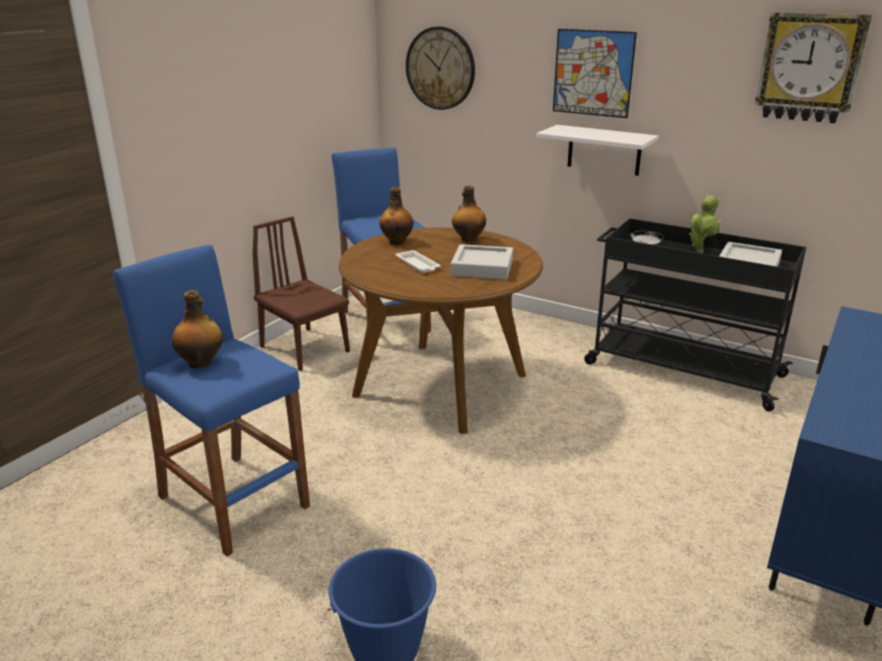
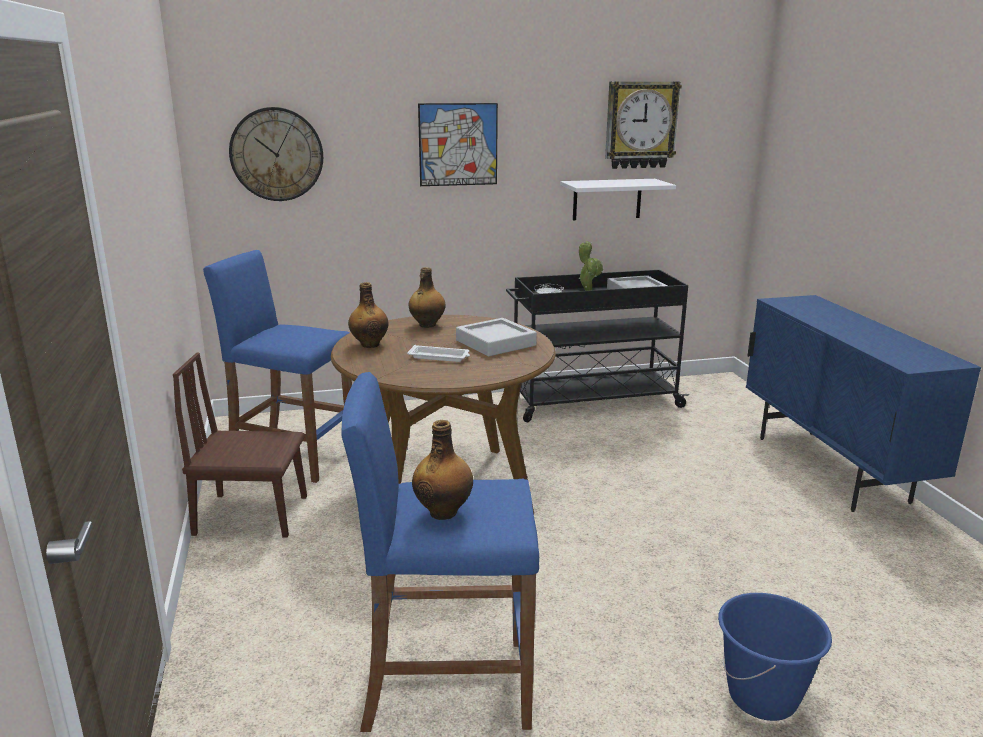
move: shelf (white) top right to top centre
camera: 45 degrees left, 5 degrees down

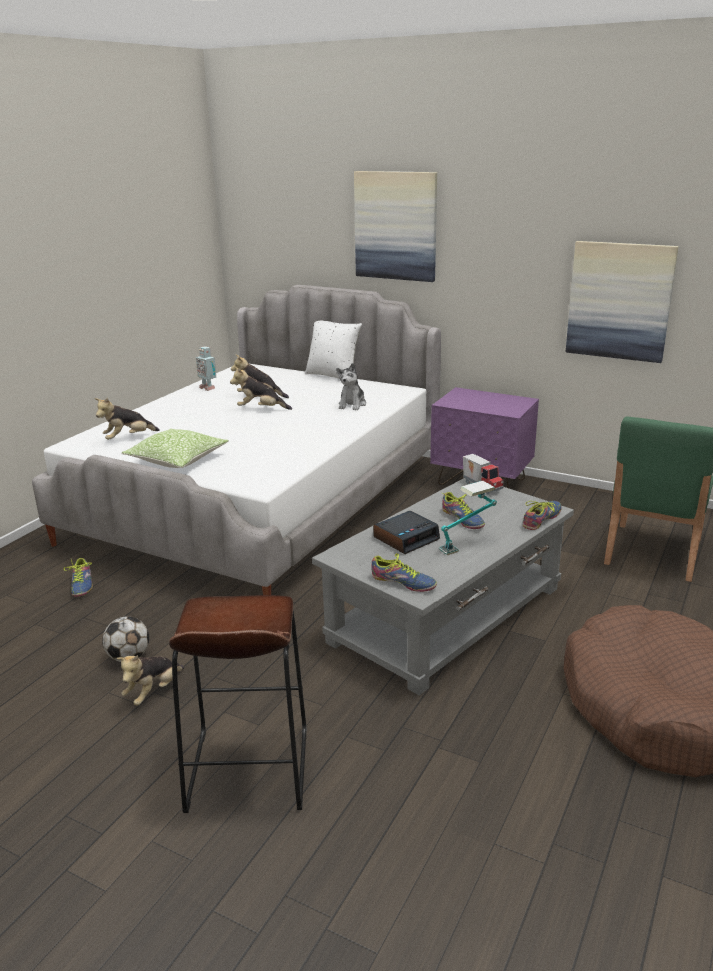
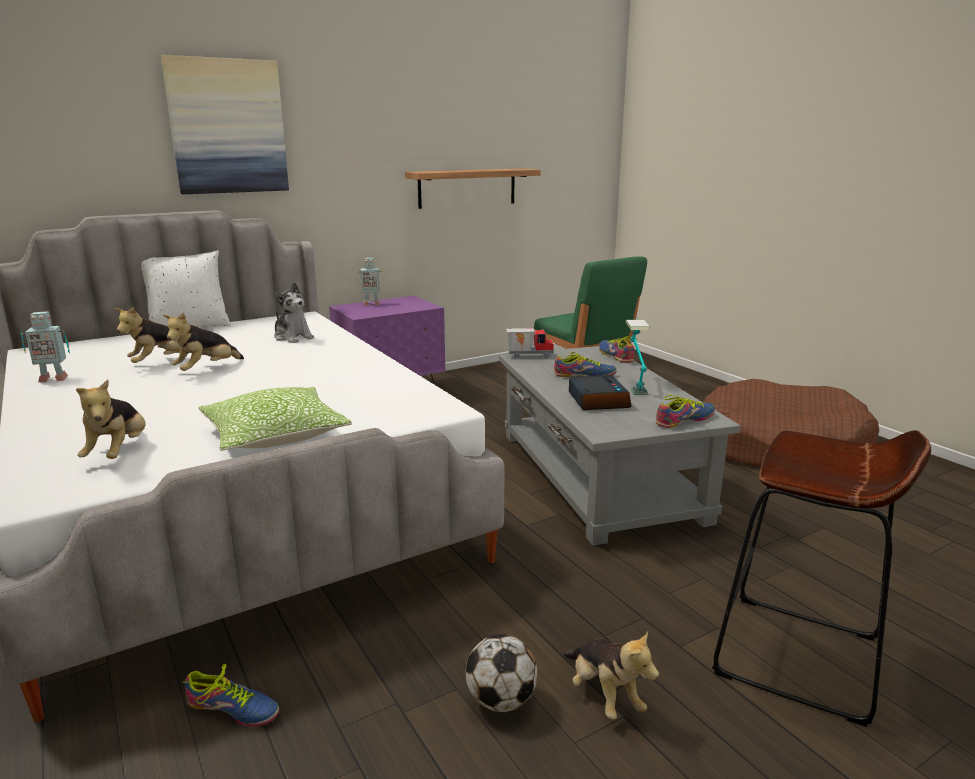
insert: toy robot (2nd from left) centre
replace: picture (2nd from left) top right to shelf top centre
camera: 60 degrees left, 5 degrees down

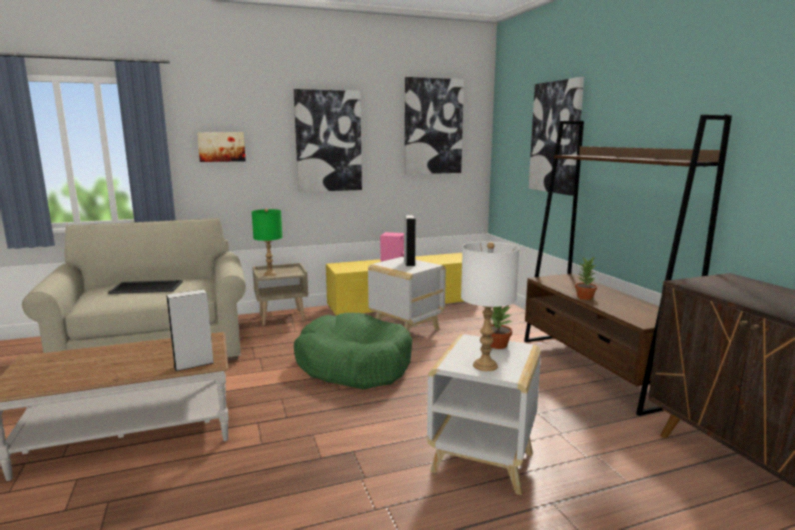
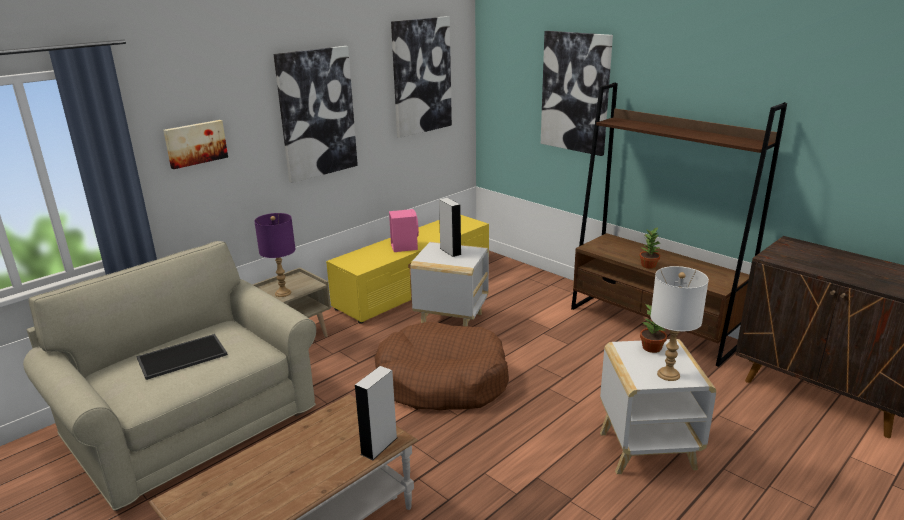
recolor: table lamp (green) centre to table lamp (purple) middle left; dog bed (green) centre to dog bed (brown) bottom centre
camera: 25 degrees left, 10 degrees up

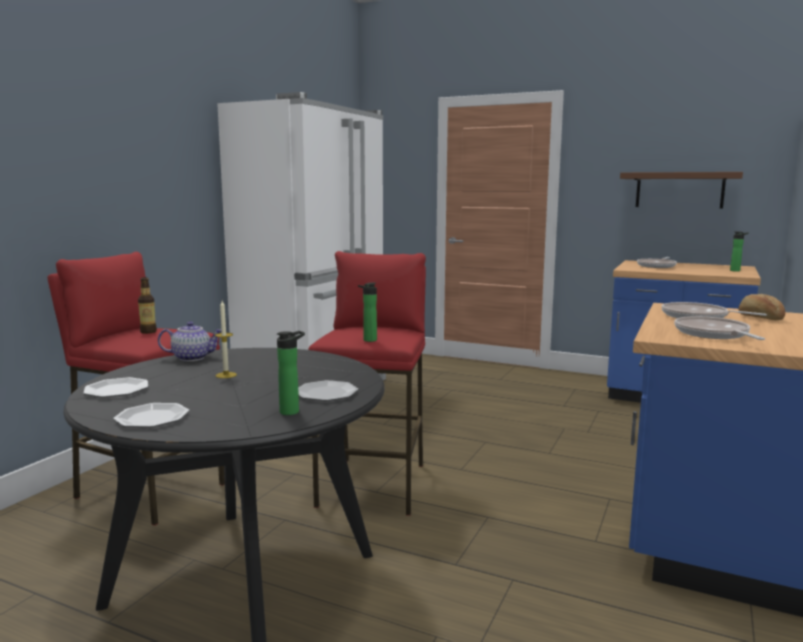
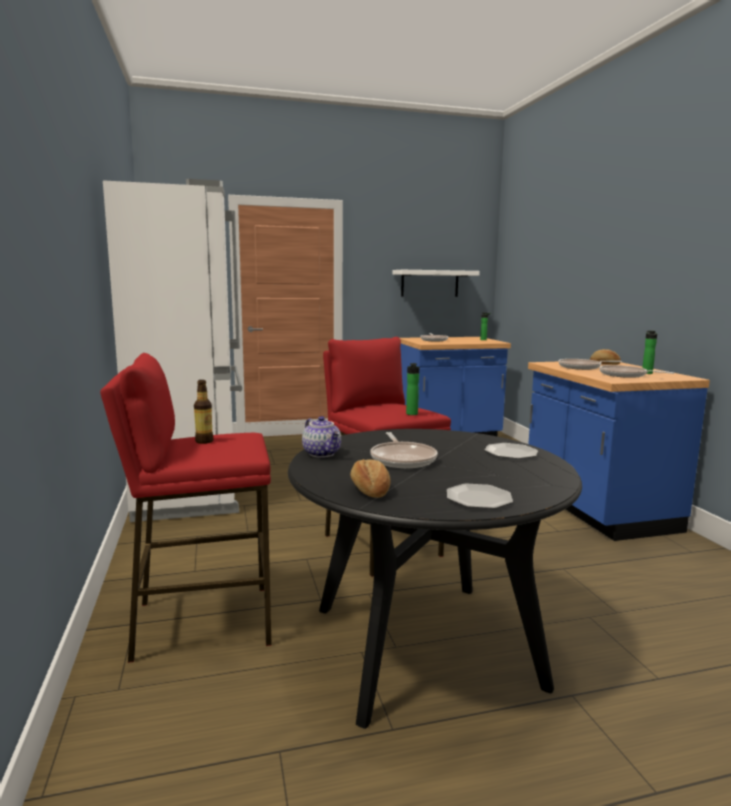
move: bottle (2nd from left in the first image) centre to bottle (4th from left) middle right
replace: plate (1st from left) middle left to bread (1st from left) centre; candle middle left to frying pan (1st from left) centre
recolor: shelf (brown) top right to shelf (white) centre
rotate: teapot middle left = centre 105 degrees clockwise
camera: 40 degrees left, 0 degrees up

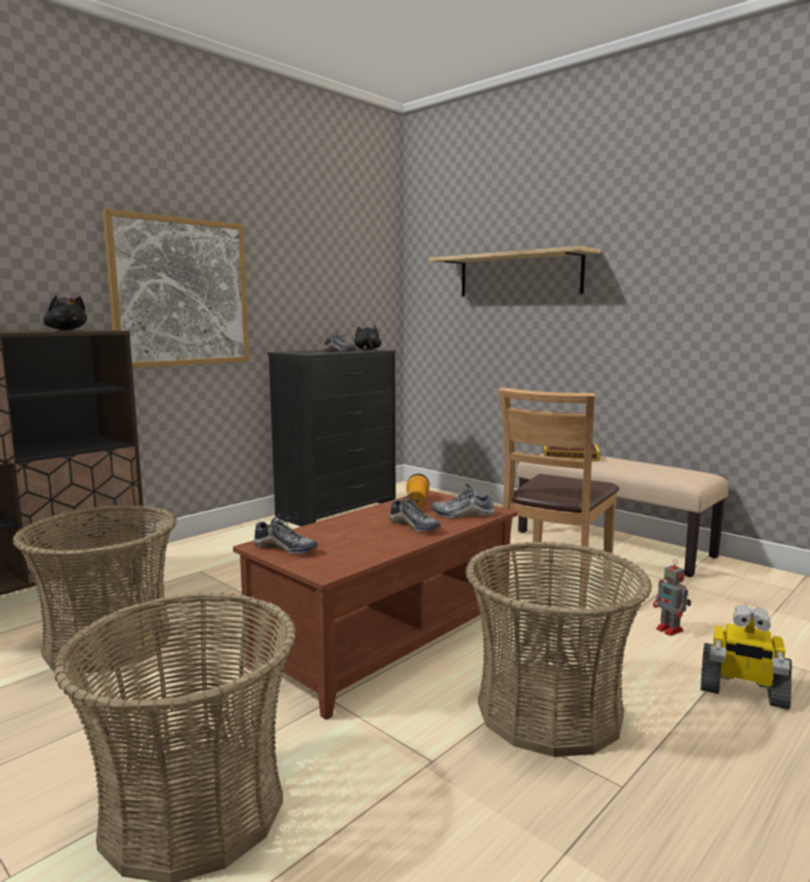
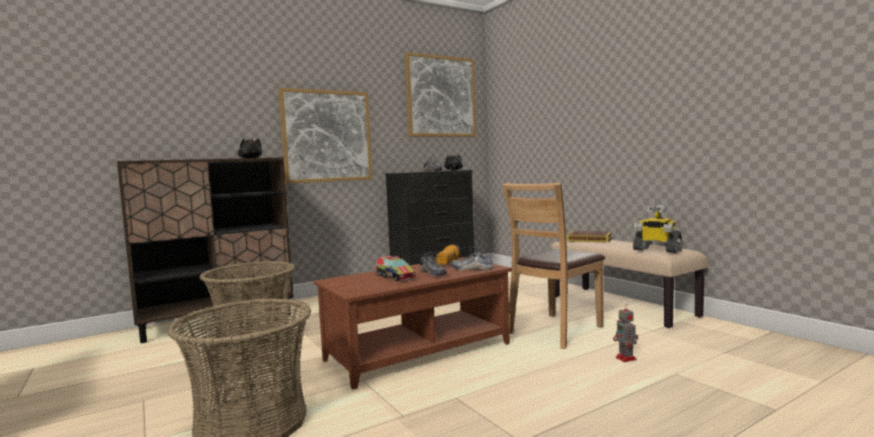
delete: shoe (1st from left) centre; shelf top centre; basket (3rd from left) bottom right
insert: toy truck centre; picture (2nd from left) top centre
move: toy robot (2nd from left) bottom right to middle right
camera: 15 degrees right, 5 degrees down

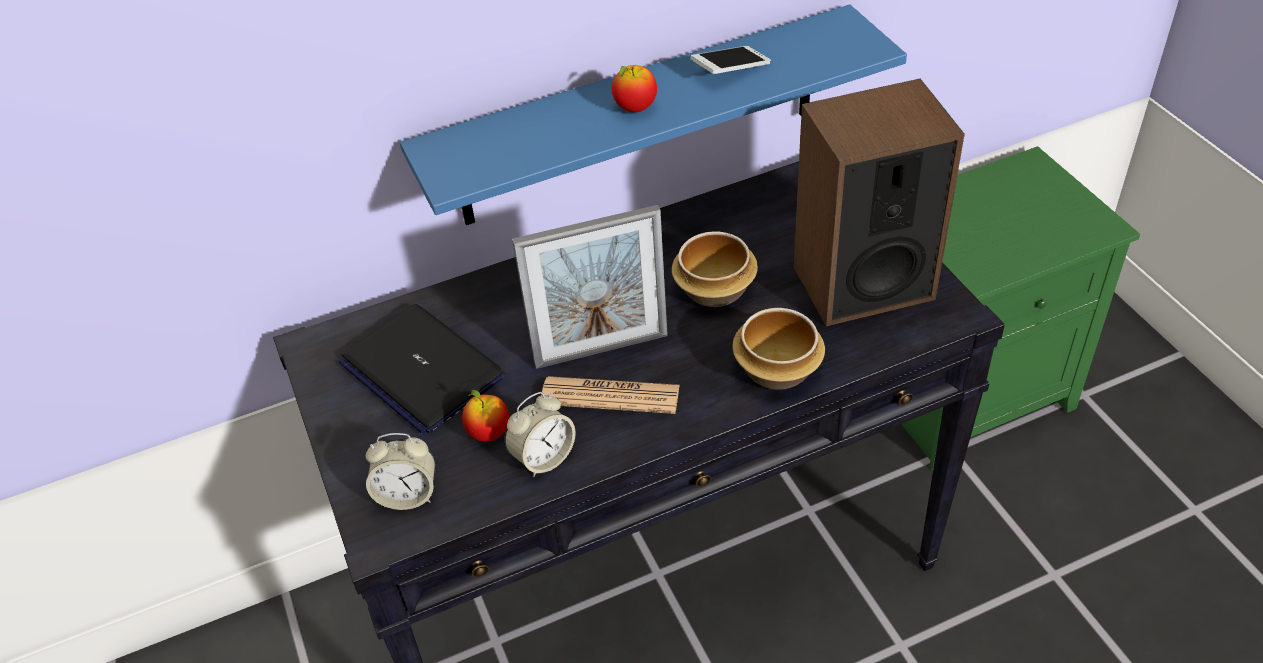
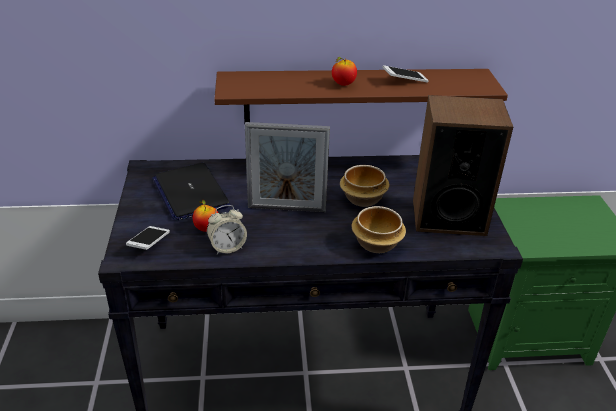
delete: newspaper centre
replace: alarm clock (1st from left) bottom left to phone (1st from left) middle left
recolor: shelf (blue) top centre to shelf (brown) top centre
camera: 15 degrees right, 10 degrees down

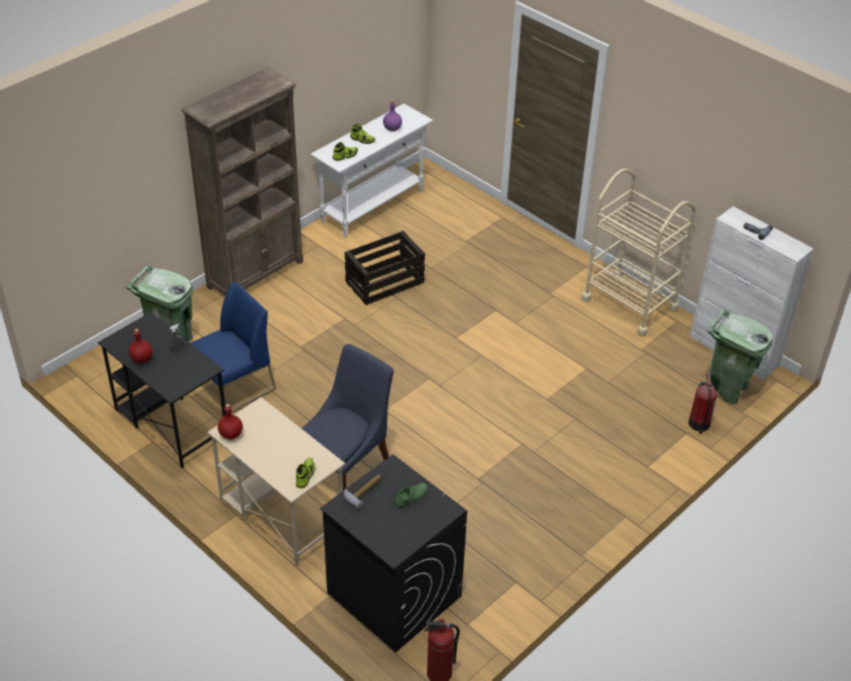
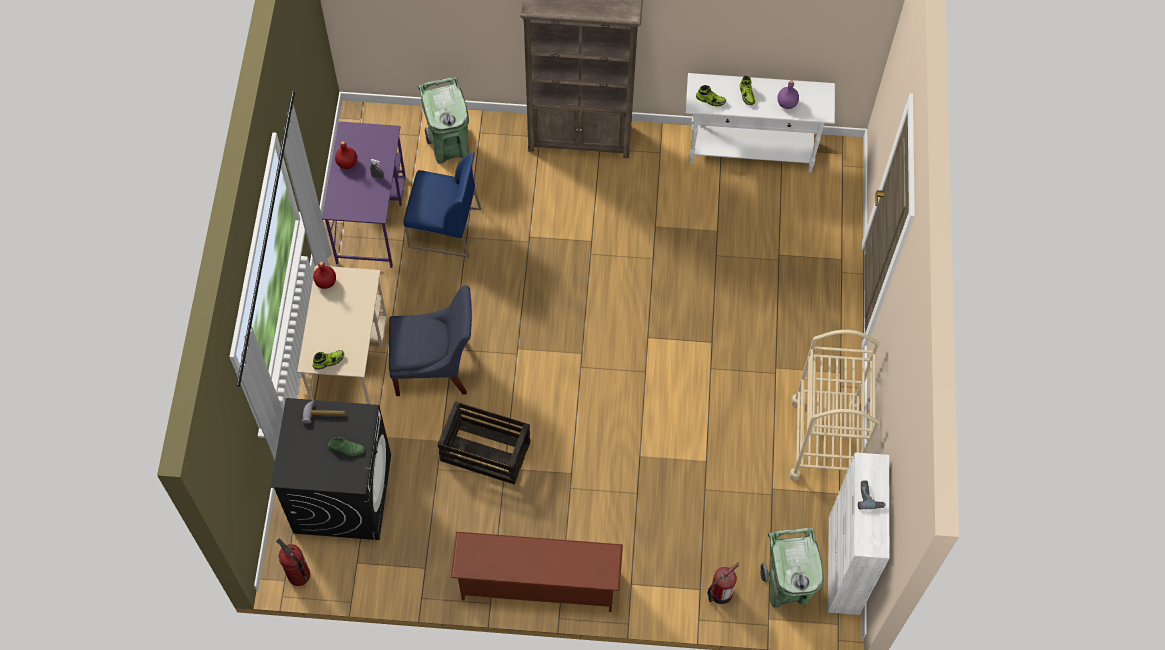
insert: shoe rack (brown) bottom centre
move: crate centre to bottom centre
recolor: desk (black) middle left to desk (purple) top left
camera: 50 degrees right, 20 degrees up

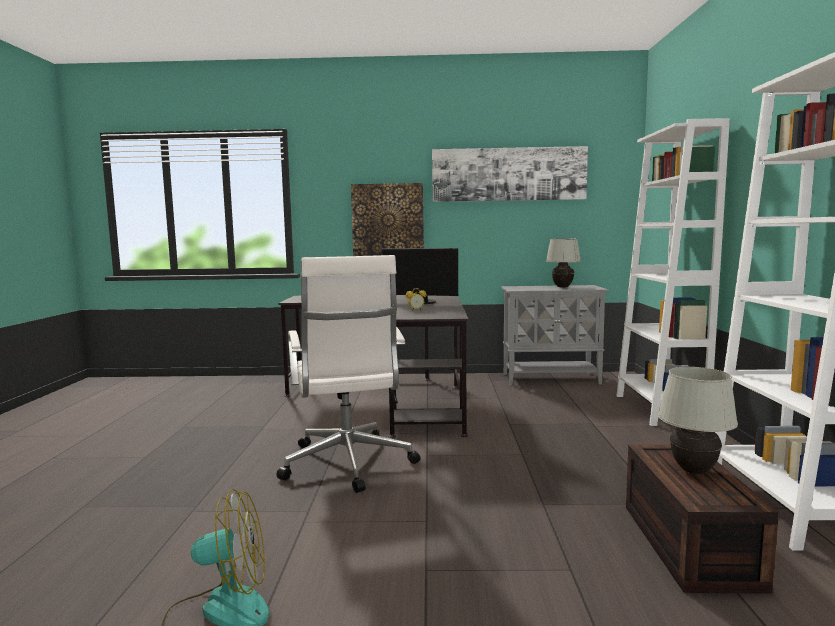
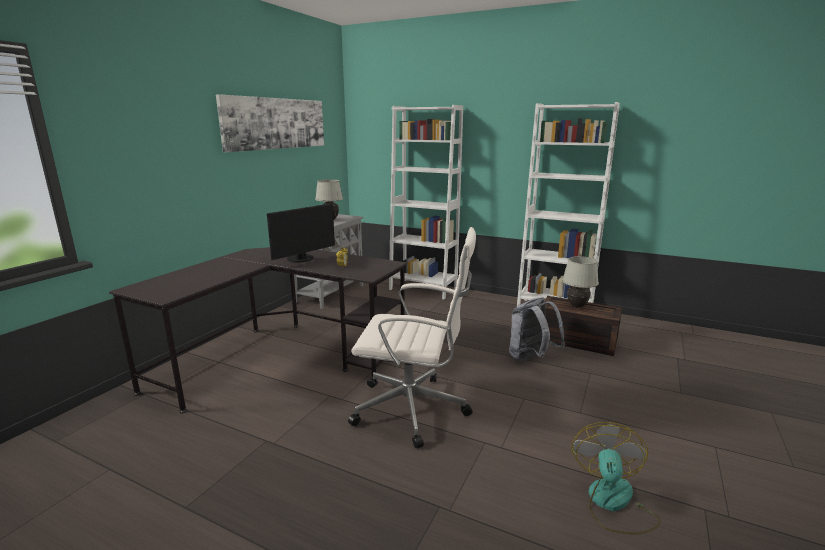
delete: picture (1st from left) centre
insert: backpack (grey) centre
camera: 65 degrees left, 10 degrees up

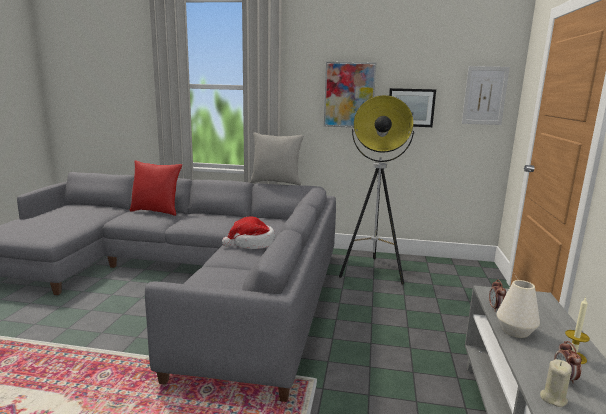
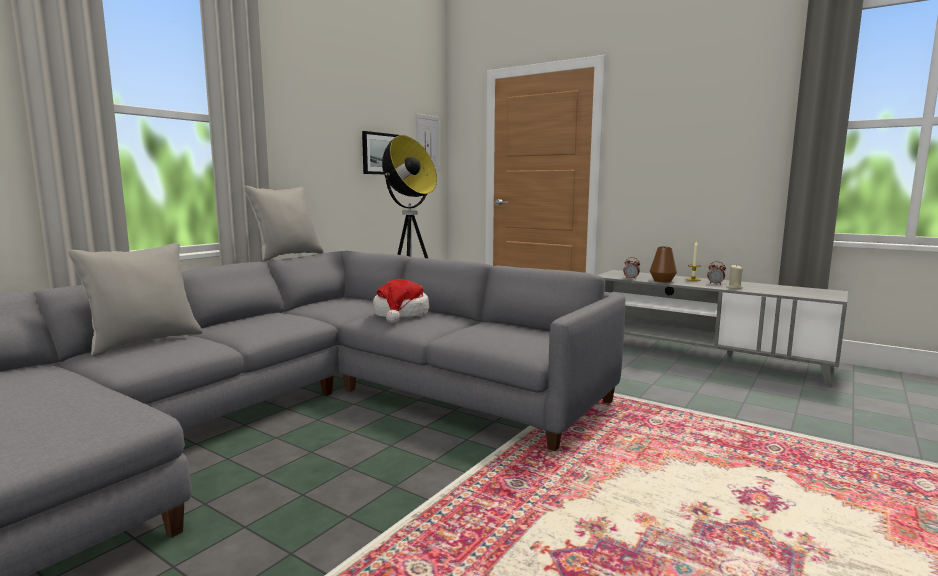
delete: picture (1st from left) top centre
recolor: pillow (red) middle left to pillow (grey) (1st from left) middle left; vase (white) bottom right to vase (brown) middle right
camera: 65 degrees left, 5 degrees down

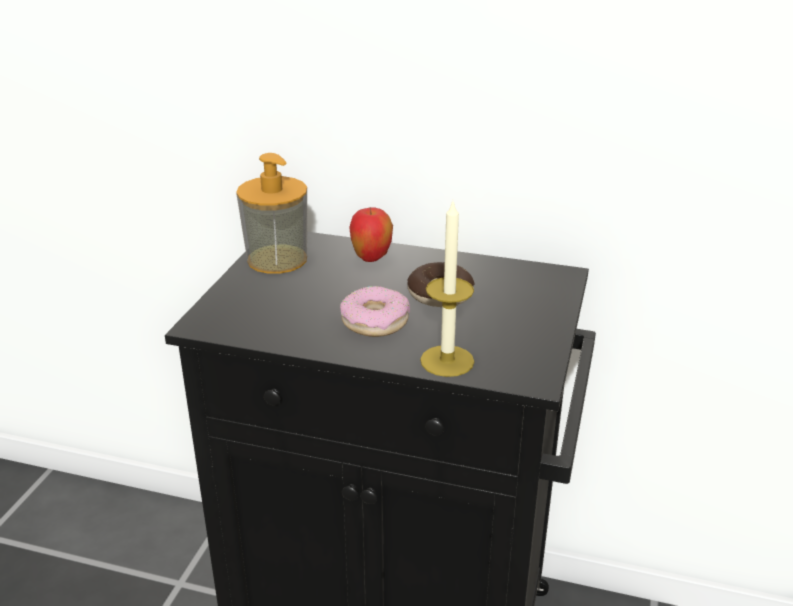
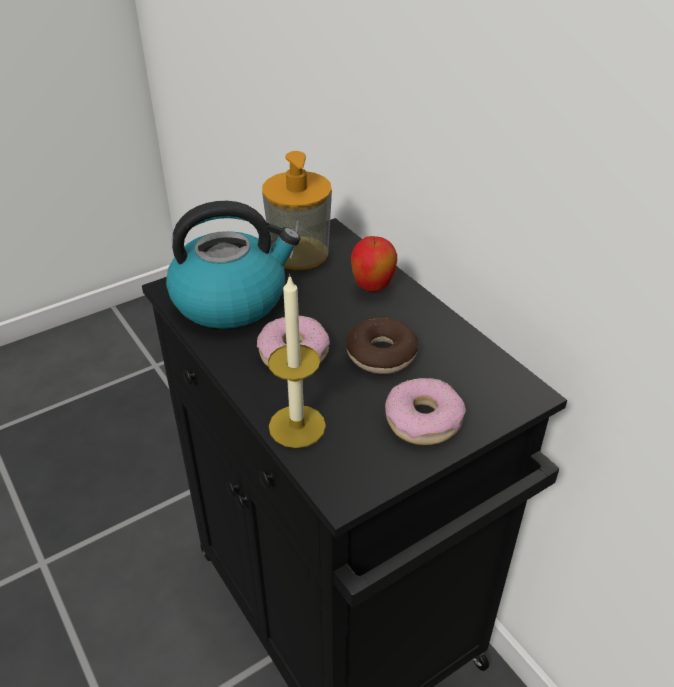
insert: kettle centre; donut (3rd from left) centre
camera: 40 degrees right, 10 degrees up

